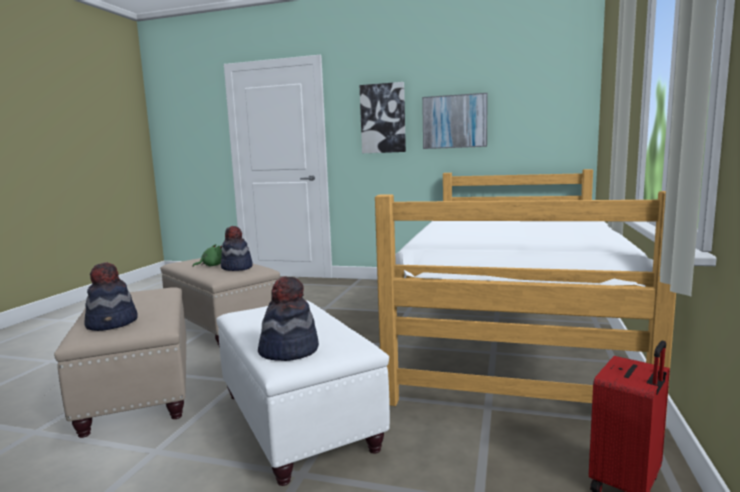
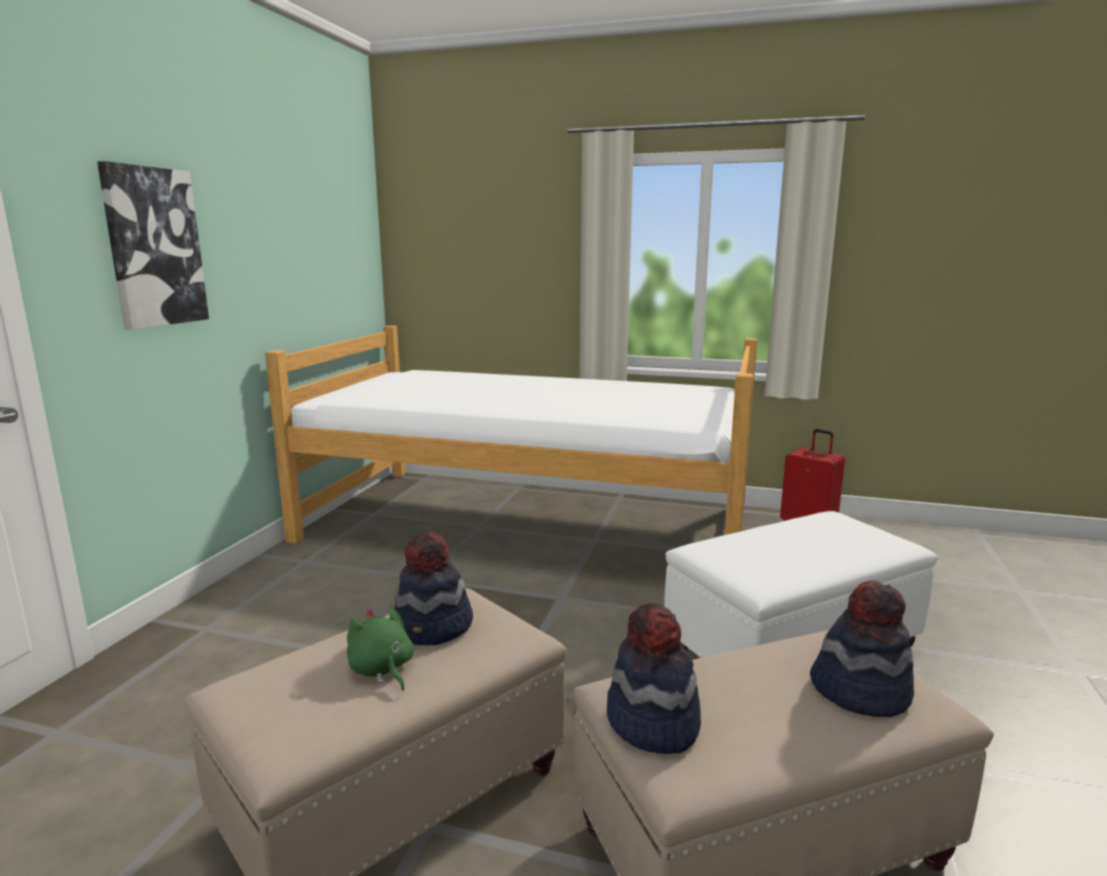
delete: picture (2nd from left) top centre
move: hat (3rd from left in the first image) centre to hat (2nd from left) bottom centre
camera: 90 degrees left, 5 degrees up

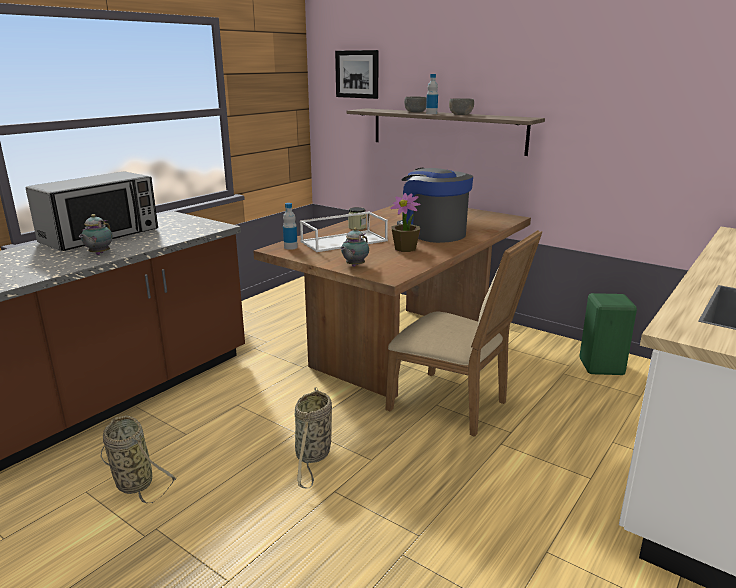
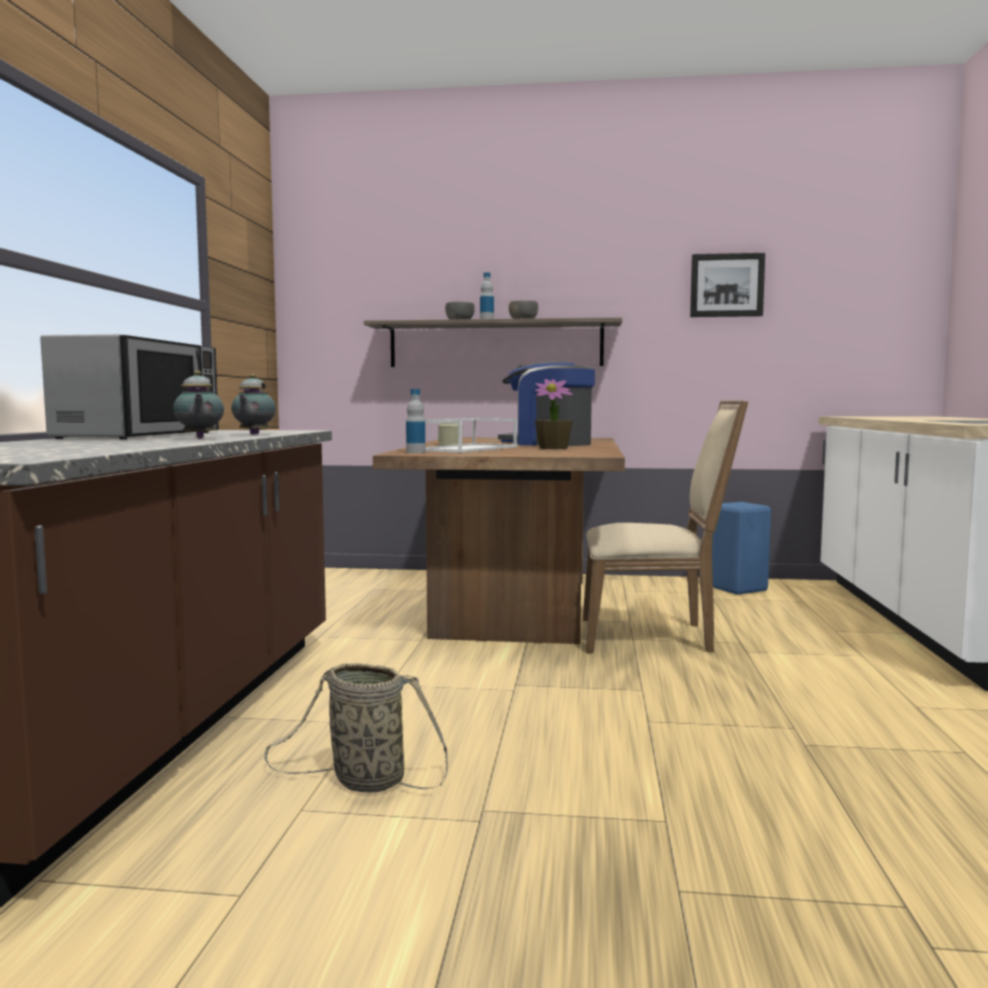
delete: basket (2nd from left) bottom centre
move: teapot (2nd from left) centre to middle left; picture top centre to top right
recolor: stool (green) middle right to stool (blue) middle right
camera: 30 degrees left, 15 degrees down

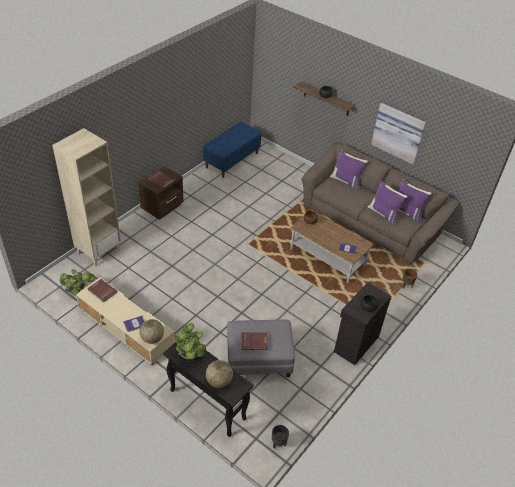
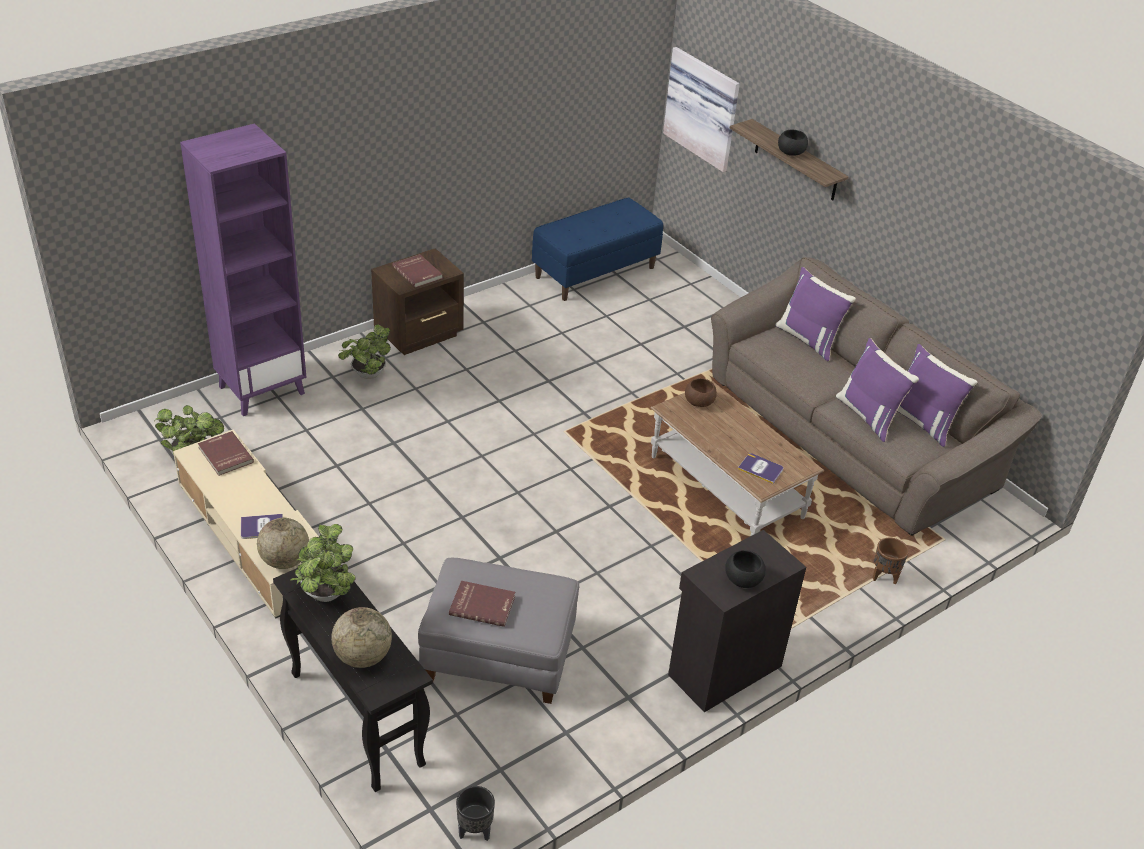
insert: potted plant (3rd from left) middle left
move: picture top right to top centre
recolor: bookcase (beige) middle left to bookcase (purple) top left
camera: 15 degrees right, 5 degrees down

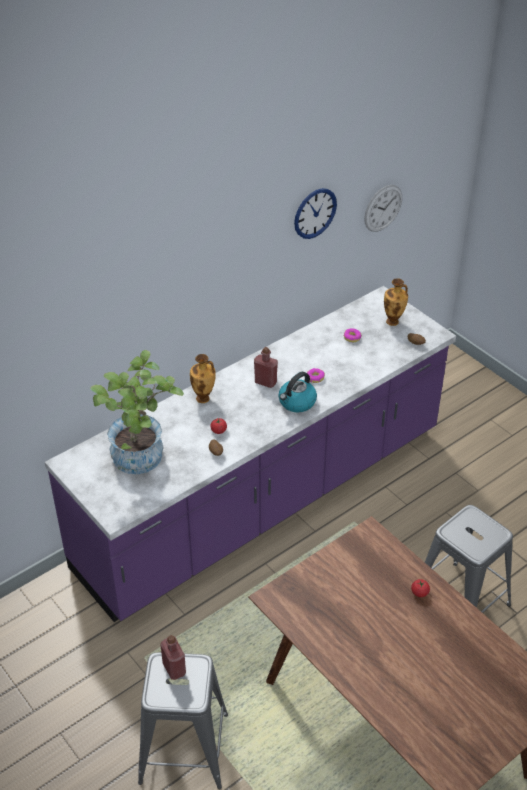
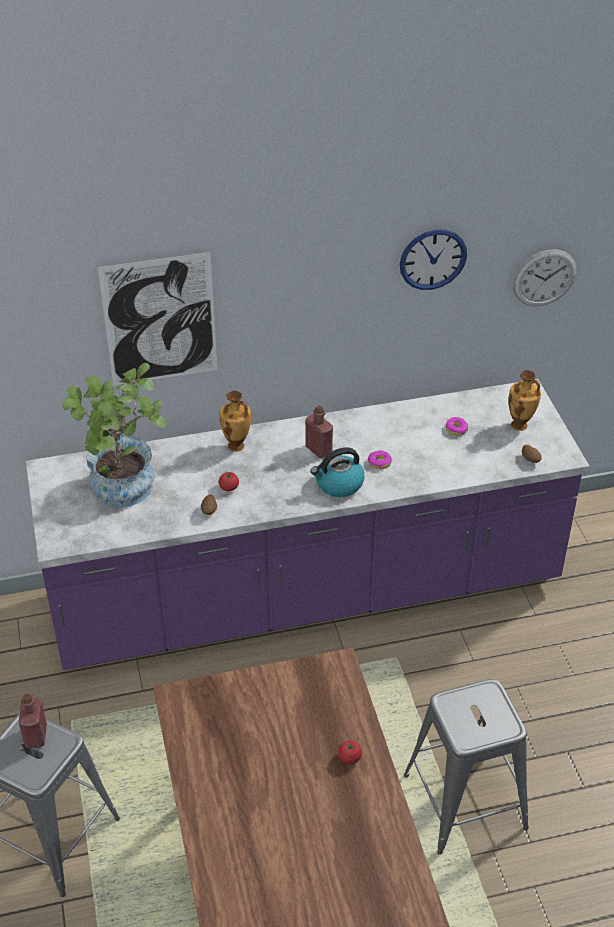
insert: picture middle left
camera: 25 degrees right, 0 degrees up

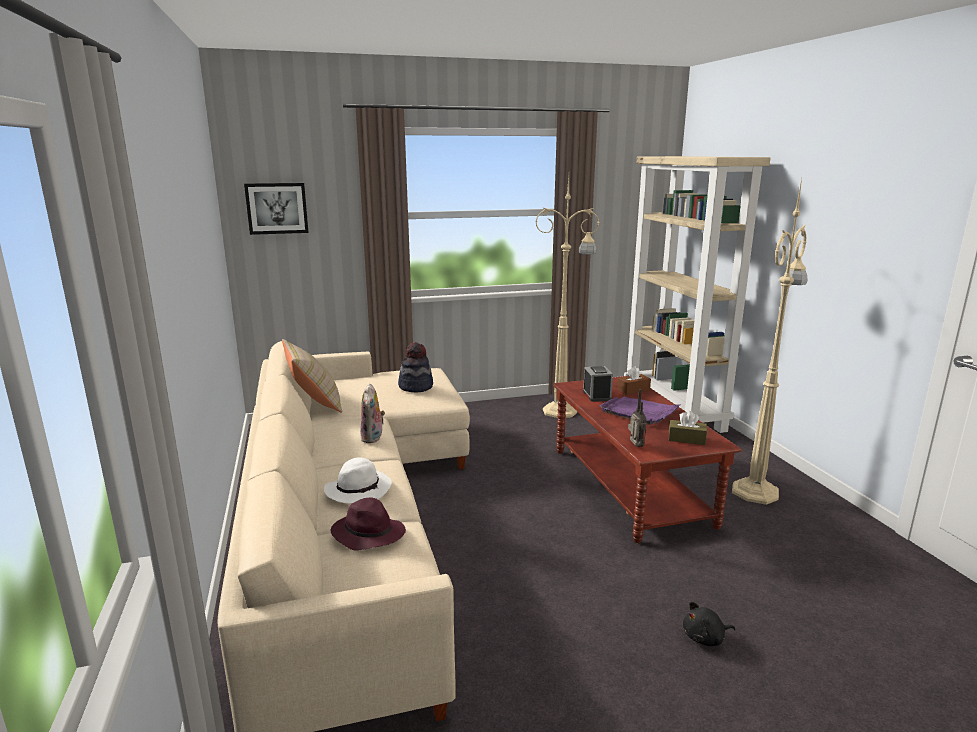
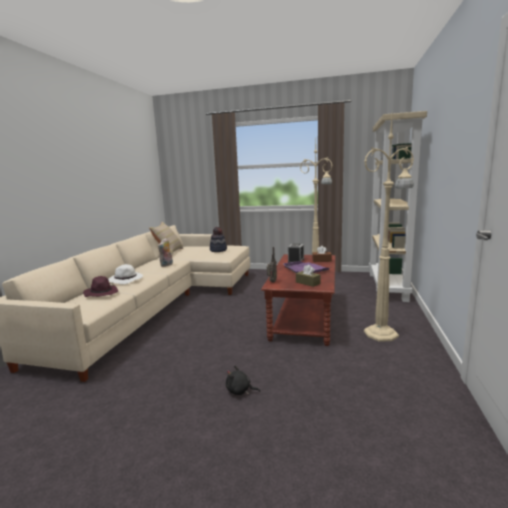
delete: picture top left
camera: 30 degrees right, 5 degrees down

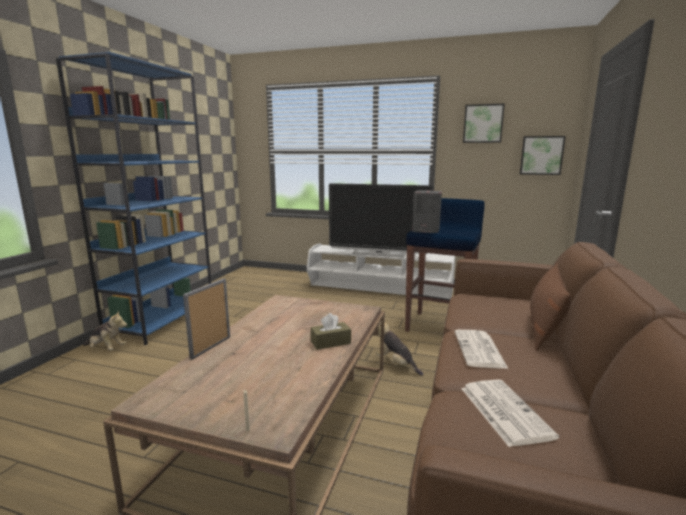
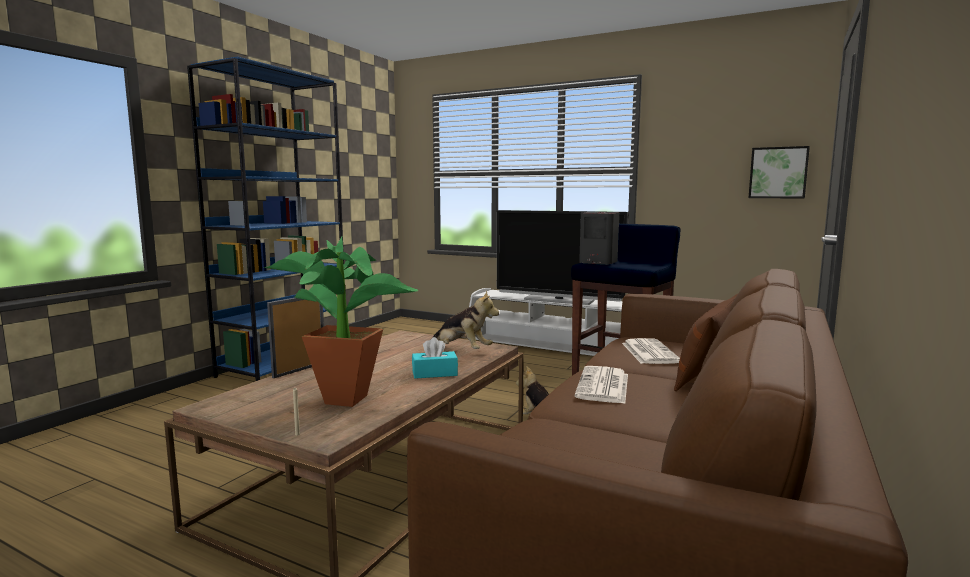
delete: picture (1st from left) top right
insert: potted plant centre
move: plush toy (1st from left) middle left to centre; newspaper (2nd from left) bottom right to middle right
recolor: tissue box (brown) centre to tissue box (turquoise) centre
camera: 10 degrees right, 5 degrees down

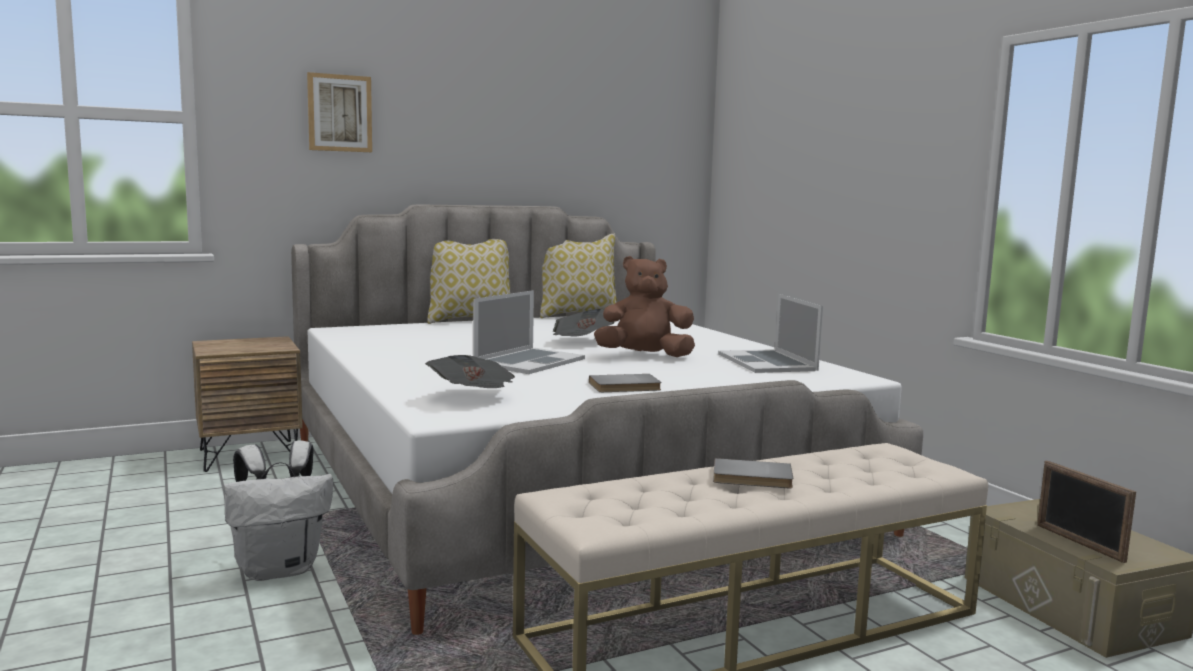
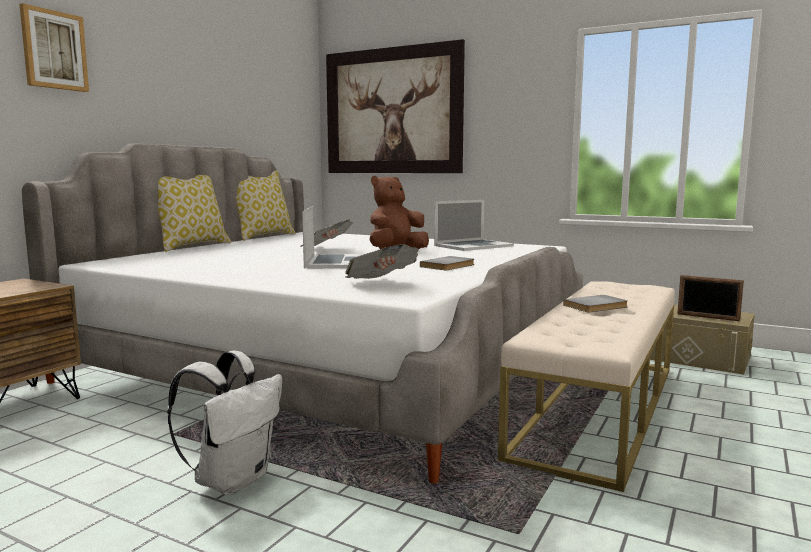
insert: picture (2nd from left) top centre
rotate: laptop (2nd from left) centre = centre 75 degrees counterclockwise
camera: 35 degrees left, 0 degrees up

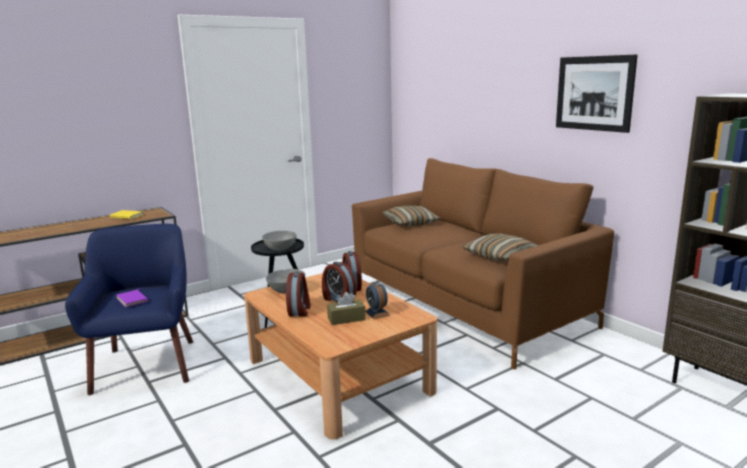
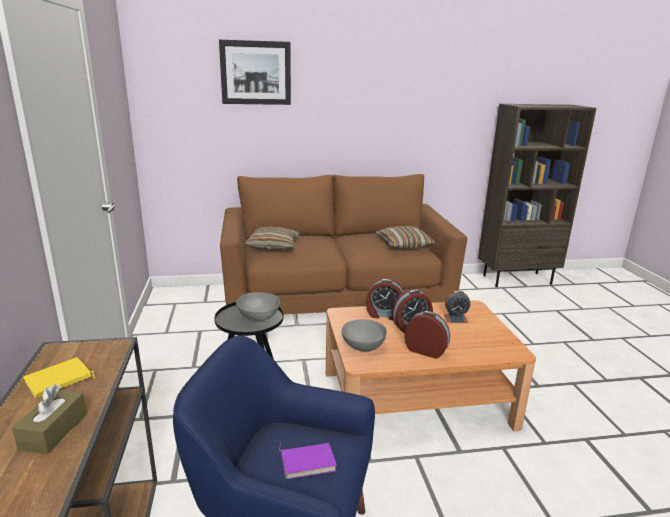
move: tissue box (brown) centre to bottom left; picture top right to top centre
camera: 65 degrees left, 5 degrees up

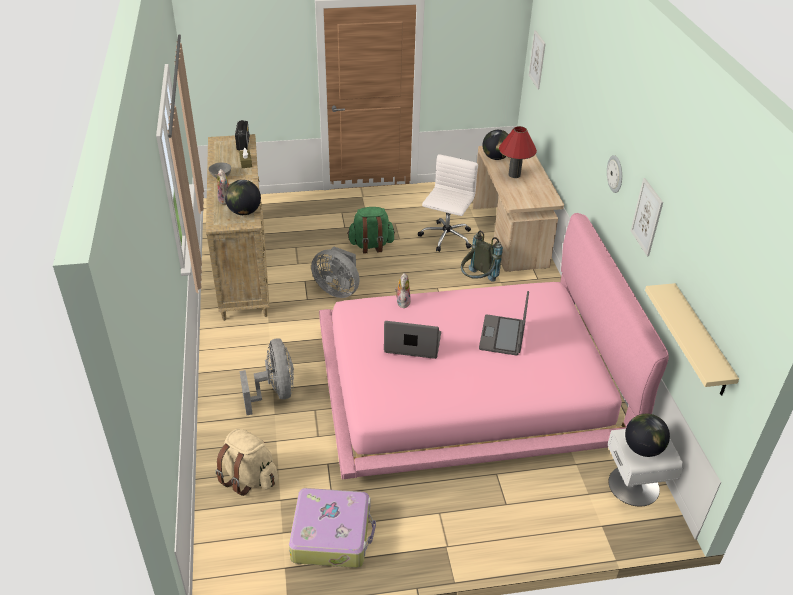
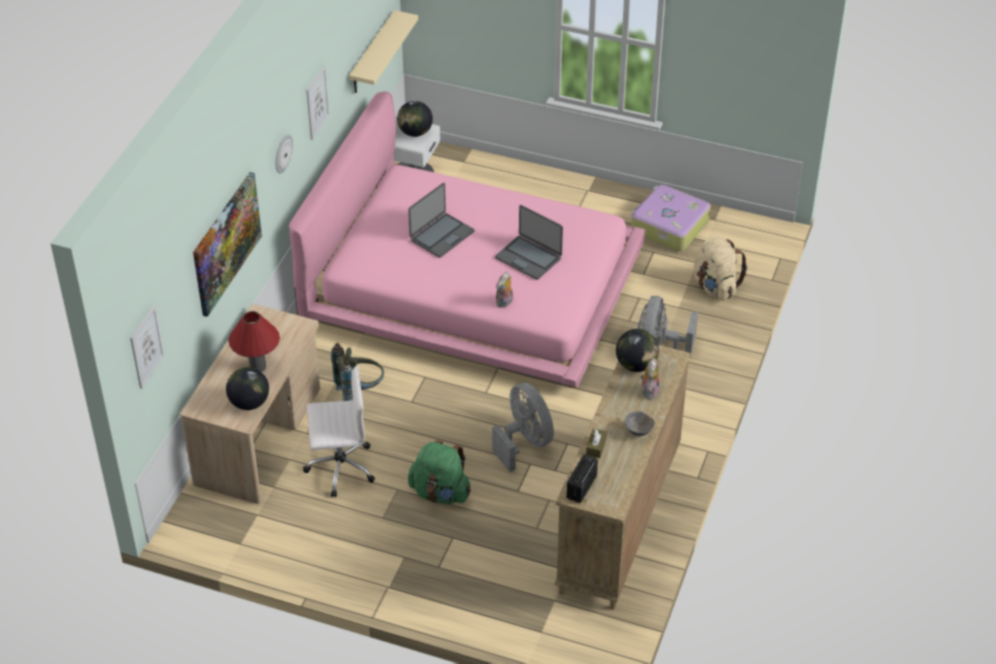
insert: picture (2nd from left) middle left
rotate: office chair (white) centre = centre 150 degrees counterclockwise
camera: 150 degrees left, 5 degrees up

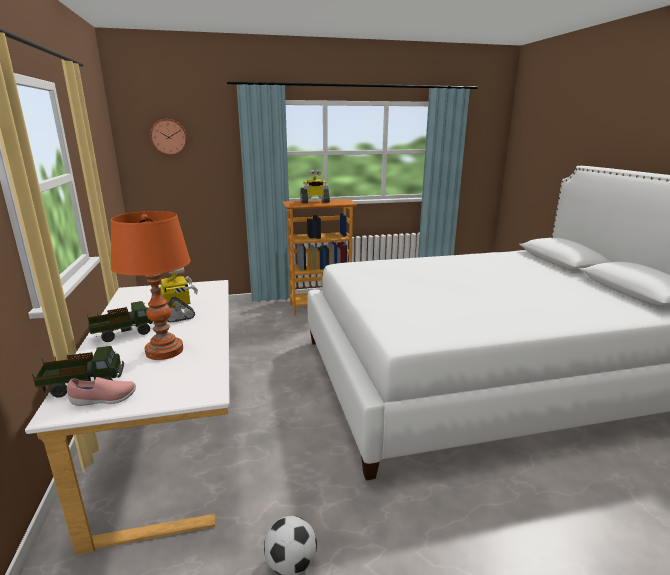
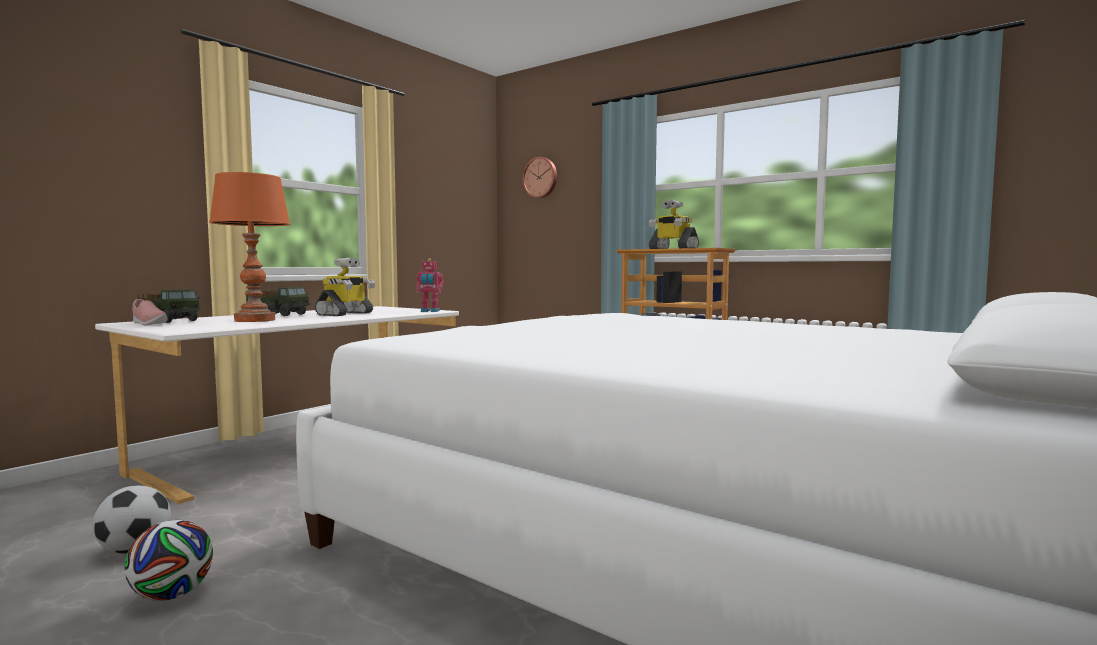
insert: football (2nd from left) bottom left; toy robot (2nd from left) centre
camera: 50 degrees right, 15 degrees down

